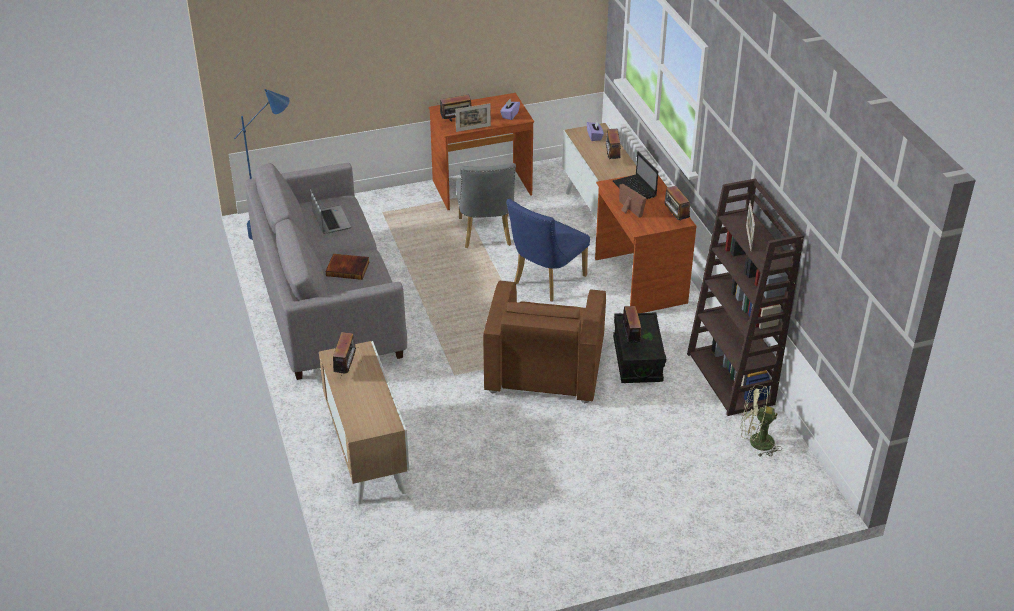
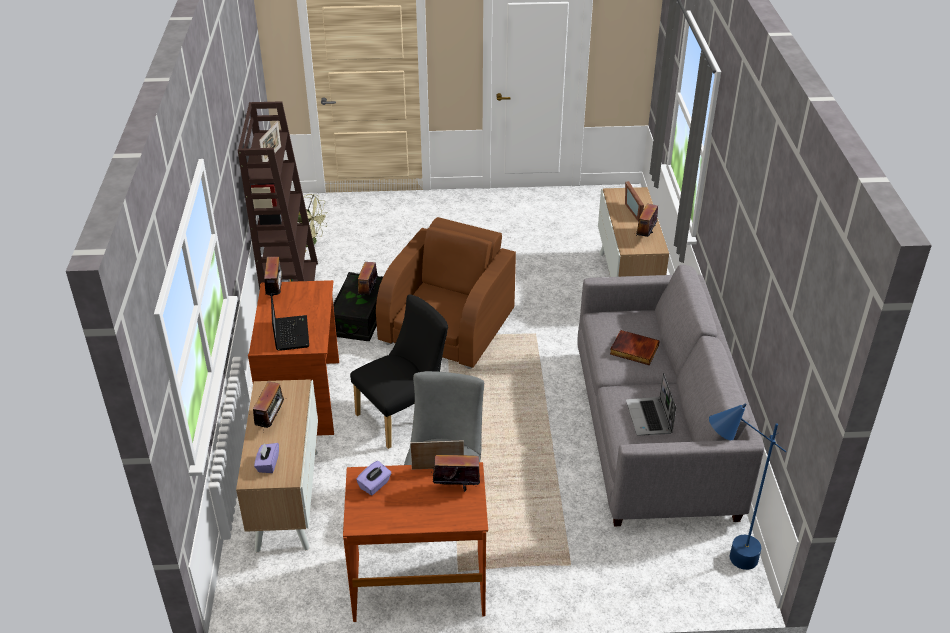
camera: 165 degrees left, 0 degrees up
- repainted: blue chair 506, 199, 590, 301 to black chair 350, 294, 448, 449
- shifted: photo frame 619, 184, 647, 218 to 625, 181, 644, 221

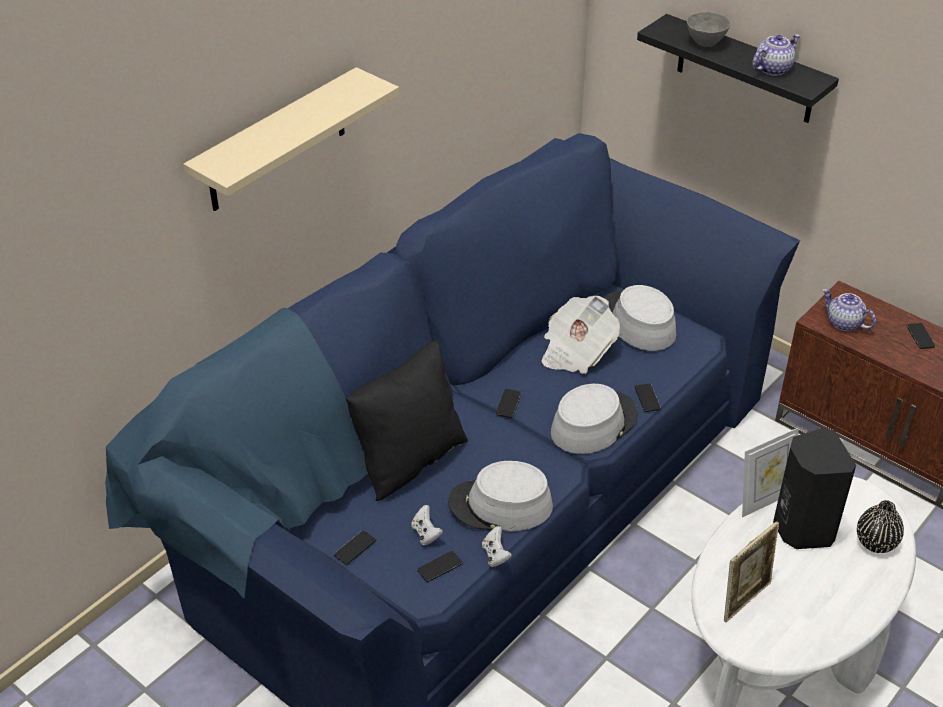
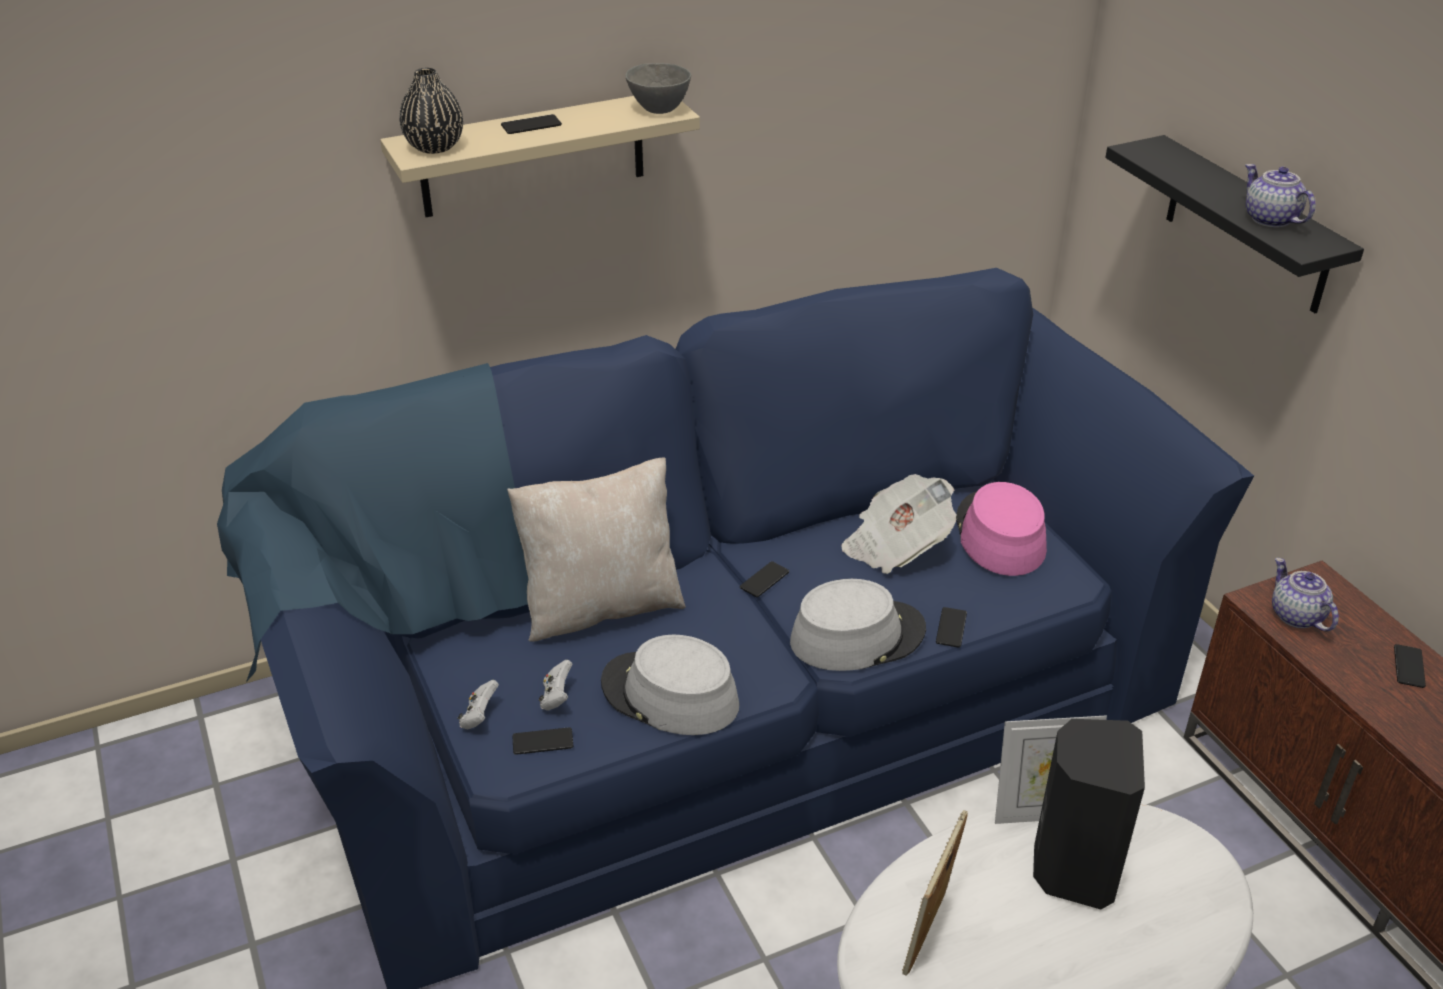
camera: 25 degrees right, 5 degrees down
- shifted: phone 334, 530, 376, 565 to 501, 114, 562, 134
- repainted: black cushion 346, 340, 468, 501 to beige cushion 507, 458, 686, 642
- shifted: whitish game controller 482, 526, 512, 567 to 458, 680, 499, 729
- repainted: greyish clothing hat 605, 285, 676, 351 to pinkish clothing hat 956, 482, 1047, 576
- shifted: greyish serving bowl 687, 12, 731, 47 to 625, 63, 691, 114
- rotated: photo frame 724, 521, 779, 622 = 902, 810, 968, 976 135 degrees clockwise
- rotated: teapot 752, 34, 800, 76 = 1245, 164, 1316, 228 105 degrees counterclockwise
- shifted: black flower vase 857, 500, 904, 553 to 399, 68, 463, 154

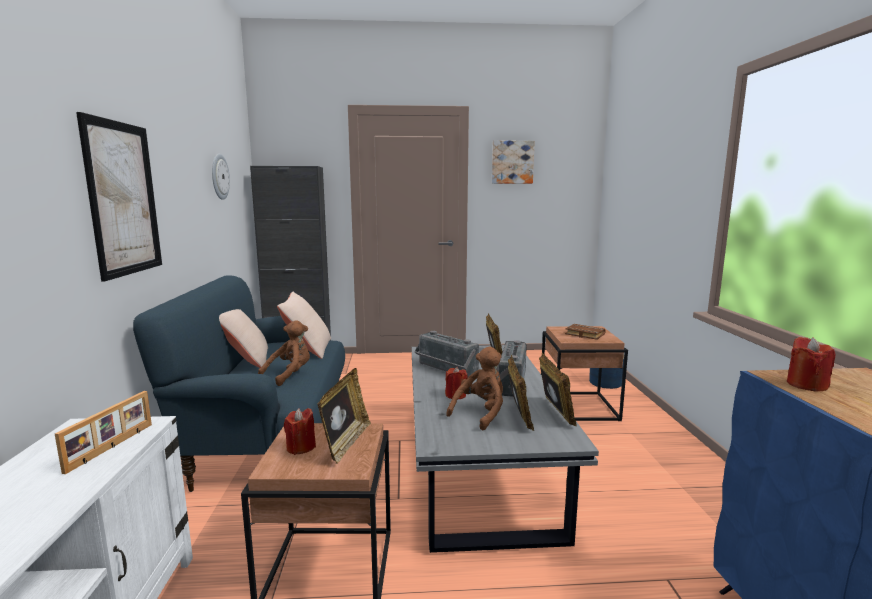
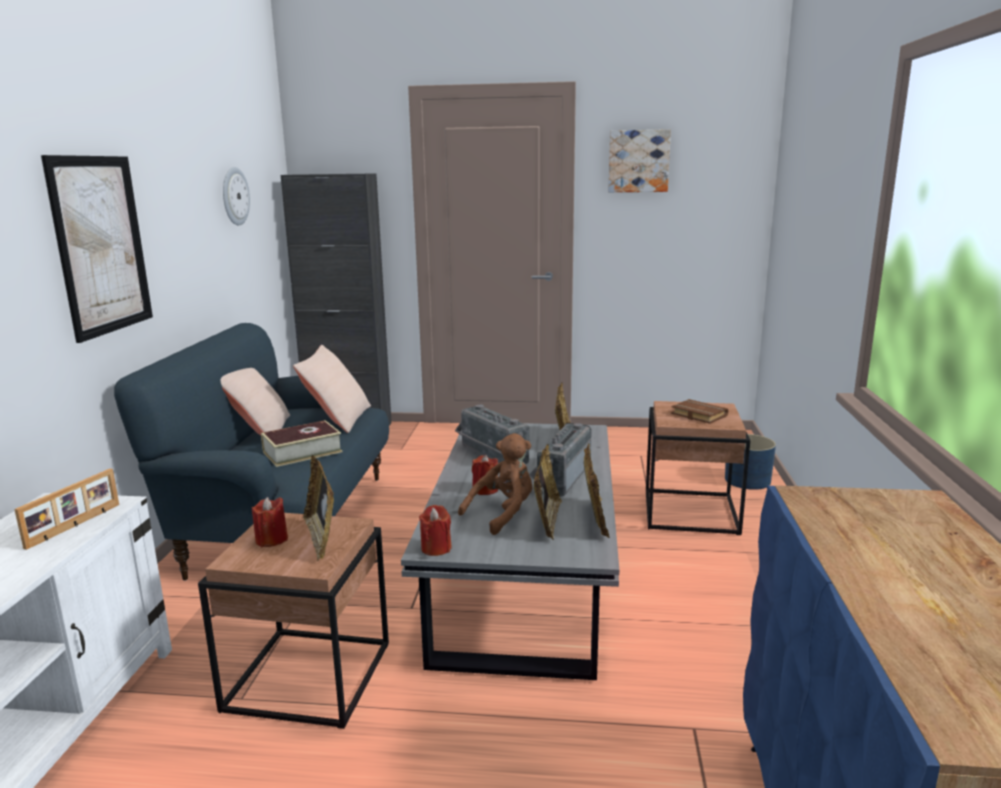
camera: 10 degrees right, 5 degrees up
- swapped: brownish plush toy 258, 321, 310, 386 to book 261, 420, 343, 467
- rotated: photo frame 318, 368, 371, 464 = 303, 455, 334, 562 135 degrees clockwise
- shifted: red-coloured candle 787, 337, 835, 391 to 419, 505, 452, 556

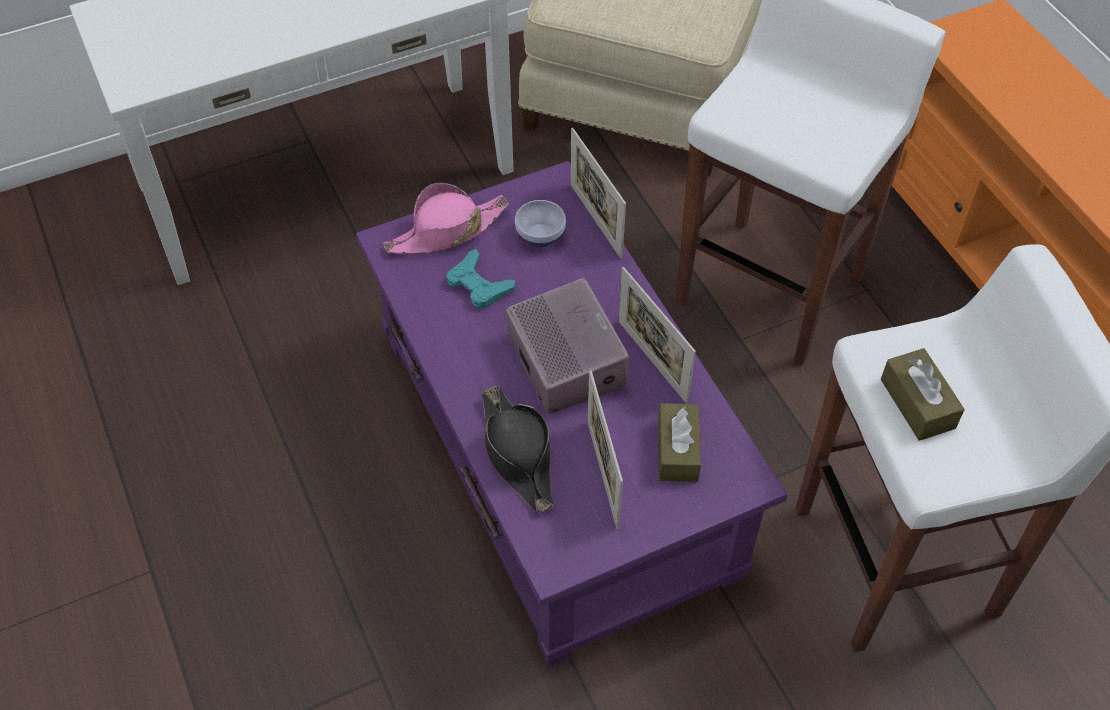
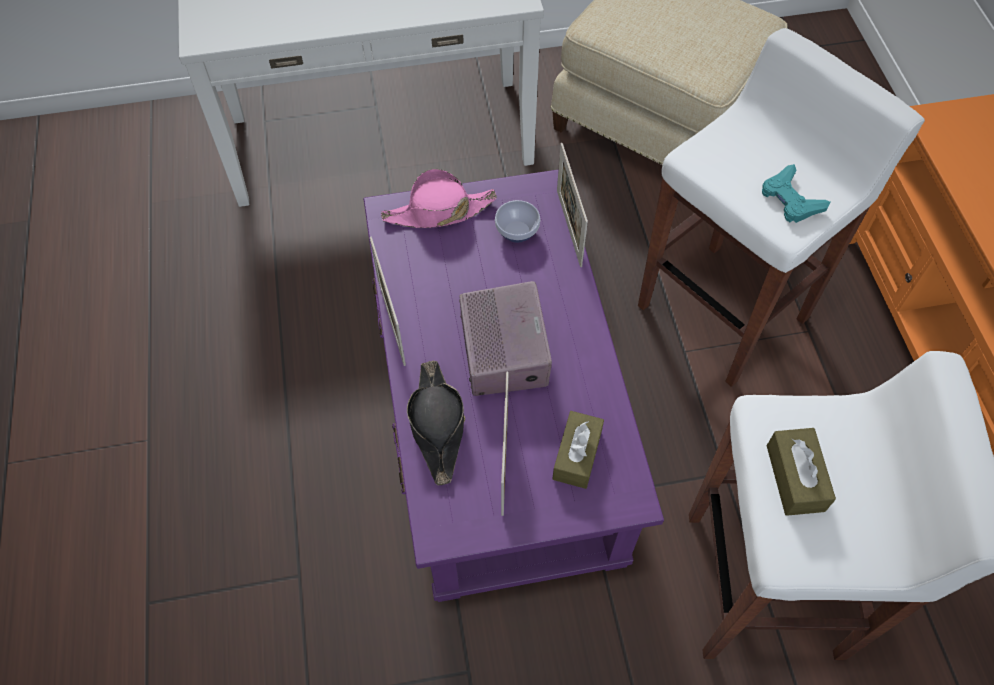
camera: 15 degrees right, 5 degrees up
- shifted: turquoise-coloured game controller 447, 249, 516, 309 to 762, 164, 830, 223
- shifted: photo frame 618, 267, 696, 404 to 370, 237, 406, 366

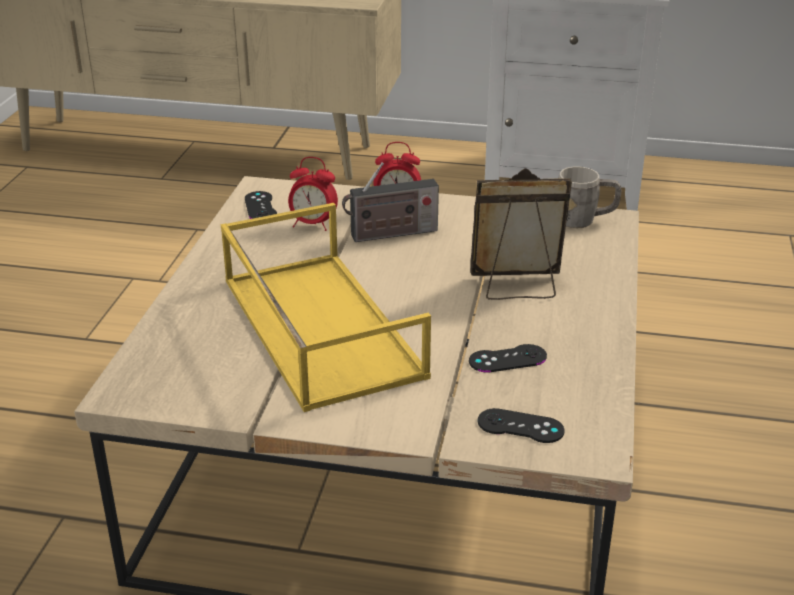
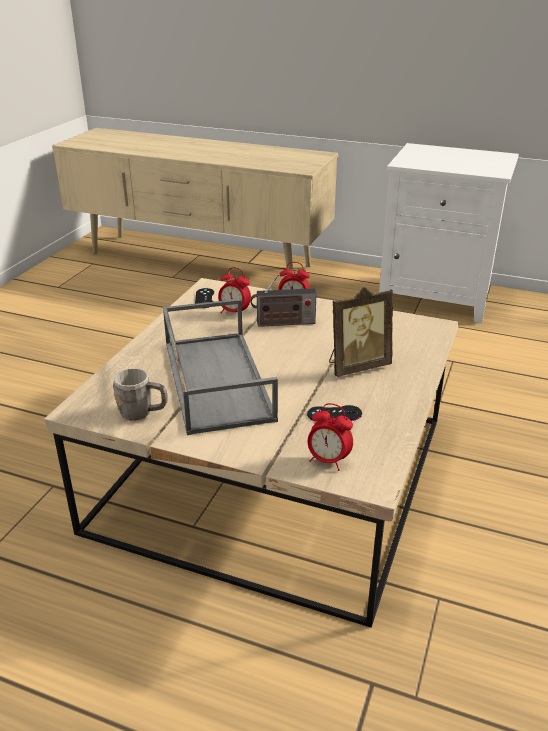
camera: 10 degrees right, 0 degrees up
- repainted: yellow carrying tray 221, 203, 431, 412 to greyish carrying tray 163, 299, 278, 435
- rotated: photo frame 470, 168, 572, 300 = 329, 287, 393, 377 150 degrees clockwise
- swapped: black game controller 477, 408, 564, 443 to table clock 308, 403, 353, 471
- shifted: greyish coffee mug 558, 166, 621, 228 to 113, 368, 168, 421

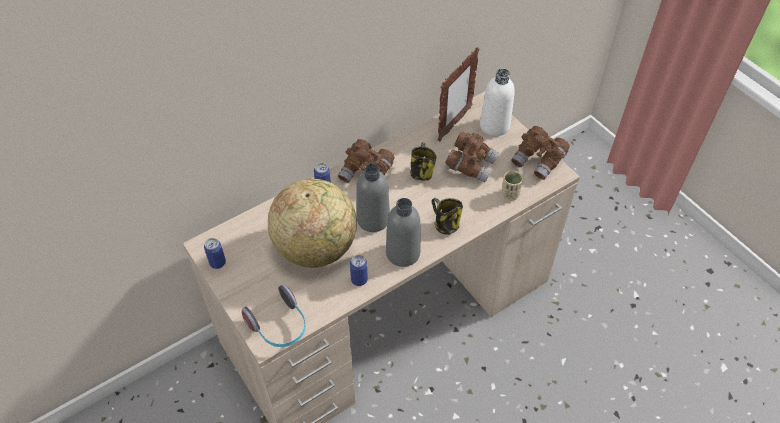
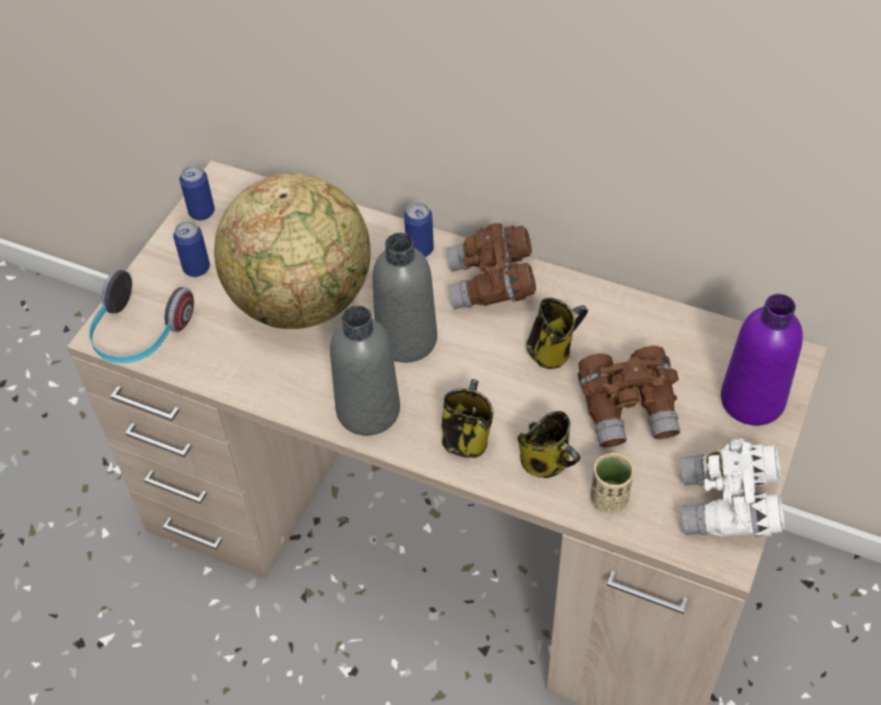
camera: 60 degrees right, 0 degrees up
- shifted: sealed can 350, 255, 368, 286 to 173, 221, 210, 277
- gone: photo frame 438, 47, 479, 141
- repainted: whitish bottle 480, 69, 515, 136 to purple bottle 721, 294, 803, 426
- repainted: brownish pair of binoculars 511, 126, 570, 180 to whitish pair of binoculars 681, 439, 785, 537
- new: coffee mug 518, 411, 580, 478

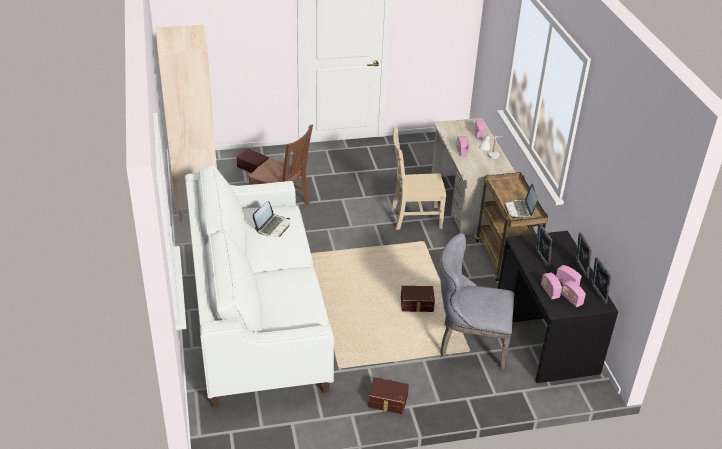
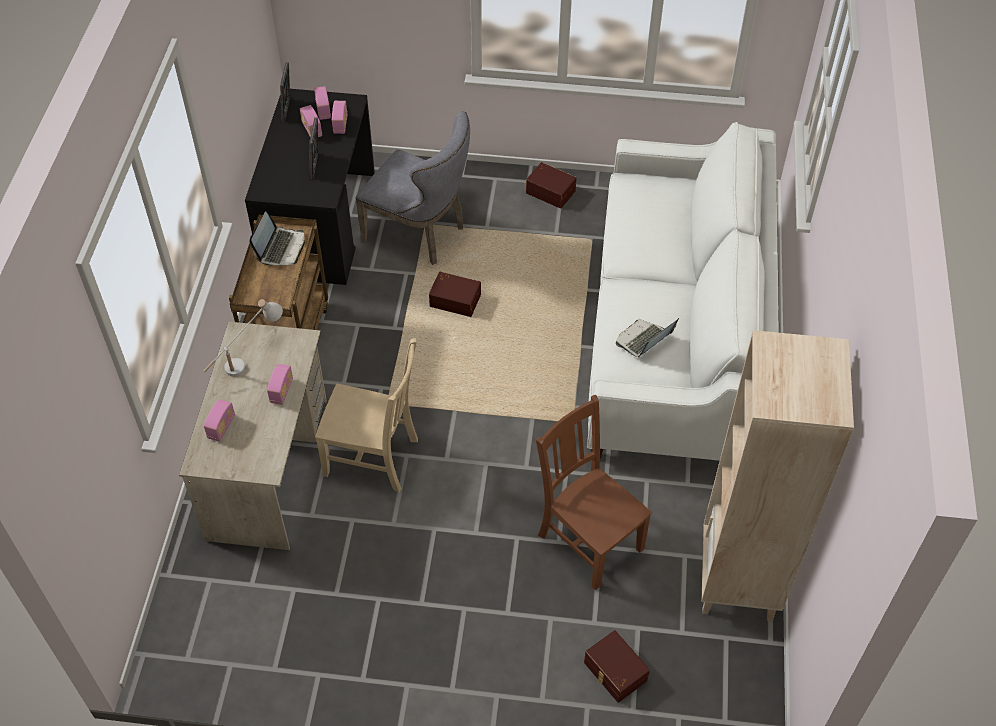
camera: 160 degrees left, 15 degrees up
- gone: photo frame 576, 232, 592, 278

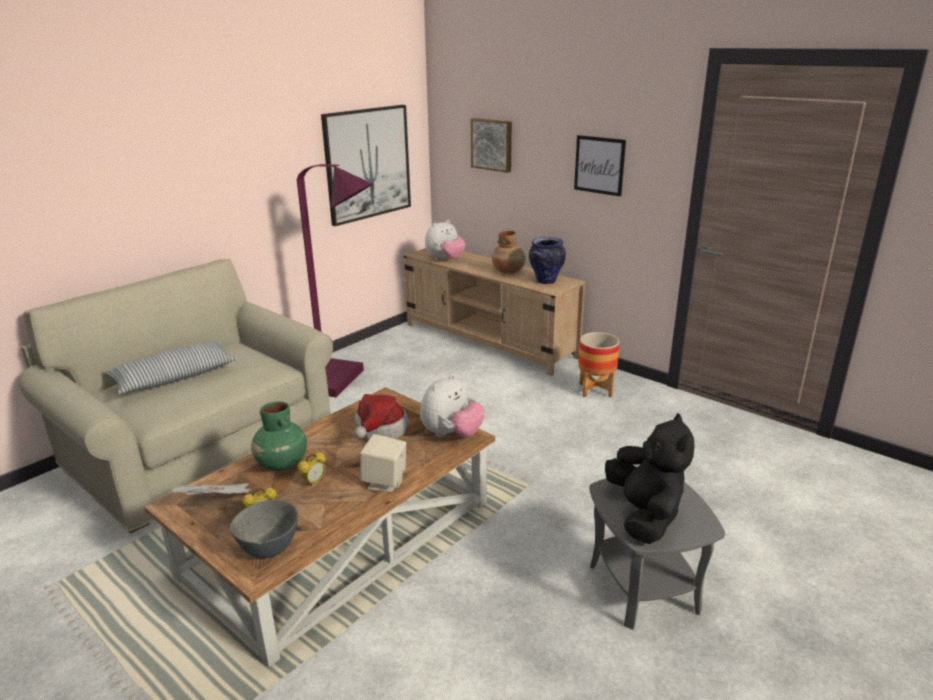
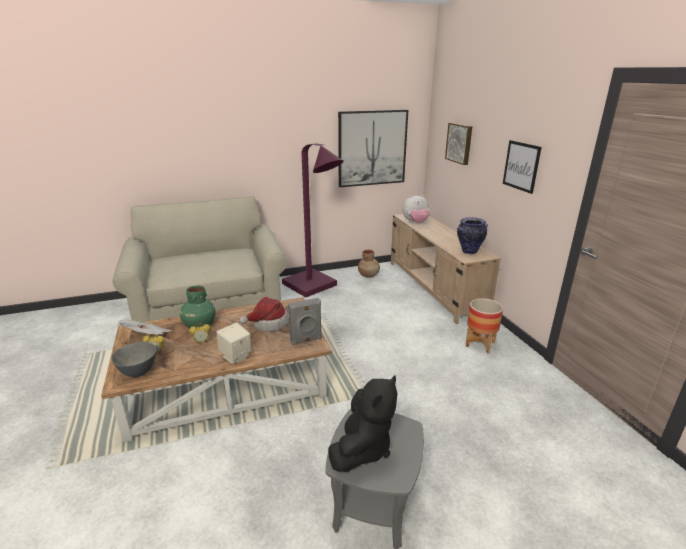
camera: 30 degrees right, 0 degrees up
- gone: cushion 105, 341, 237, 394
- swapped: plush toy 420, 374, 485, 437 to greyish audio speaker 288, 298, 322, 345
- shifted: brownish flower vase 492, 231, 526, 273 to 358, 250, 380, 278

